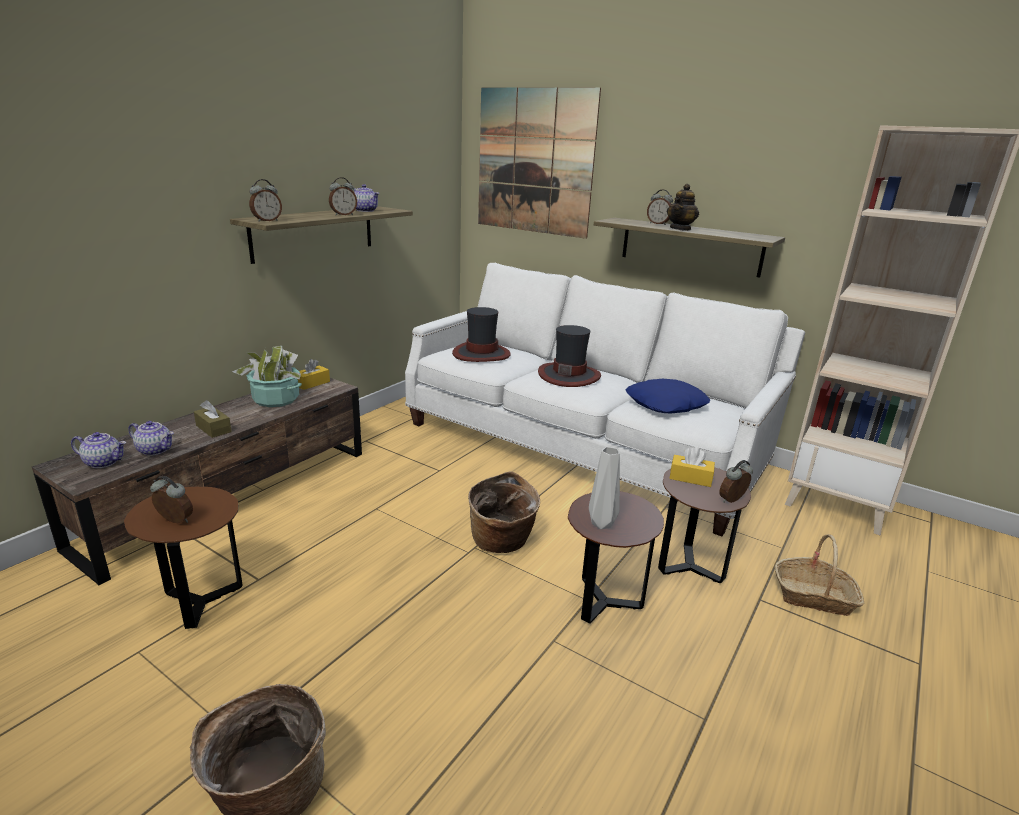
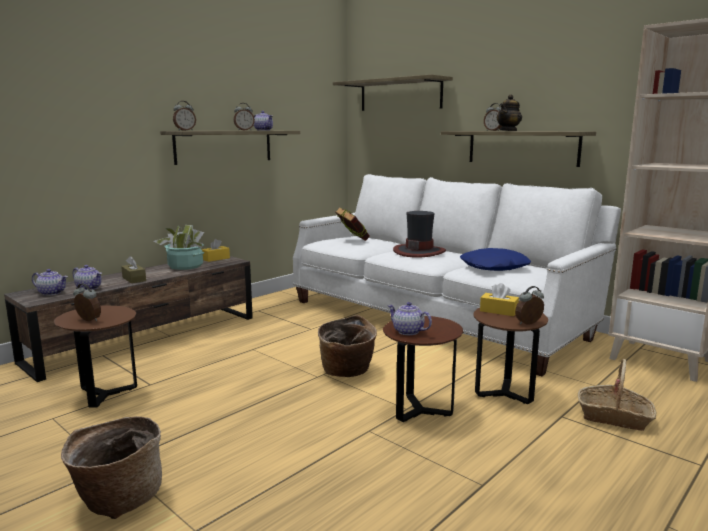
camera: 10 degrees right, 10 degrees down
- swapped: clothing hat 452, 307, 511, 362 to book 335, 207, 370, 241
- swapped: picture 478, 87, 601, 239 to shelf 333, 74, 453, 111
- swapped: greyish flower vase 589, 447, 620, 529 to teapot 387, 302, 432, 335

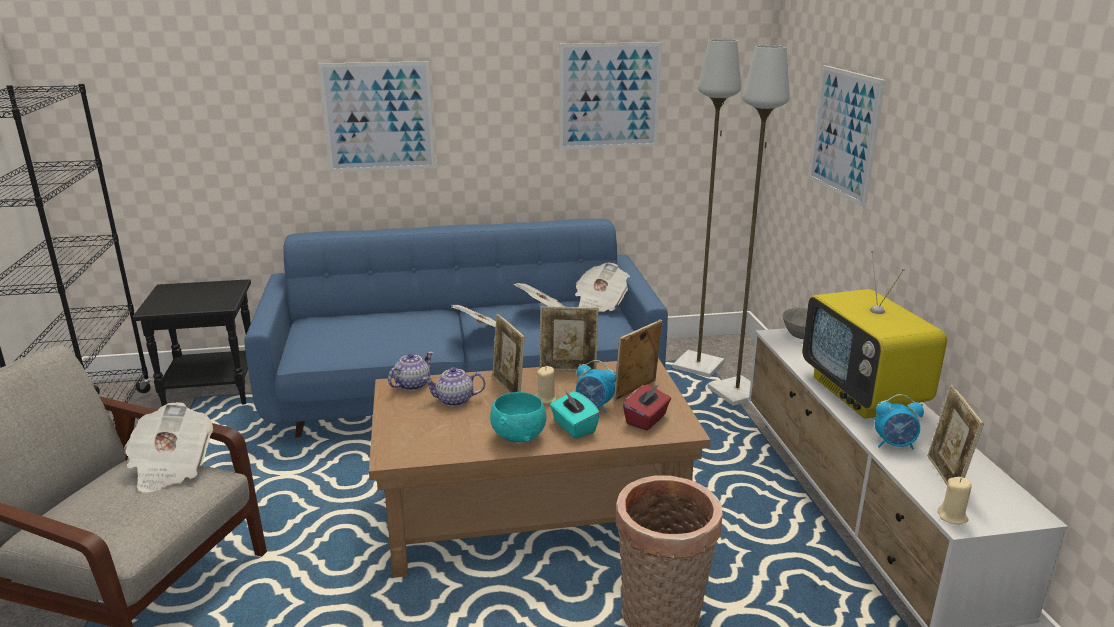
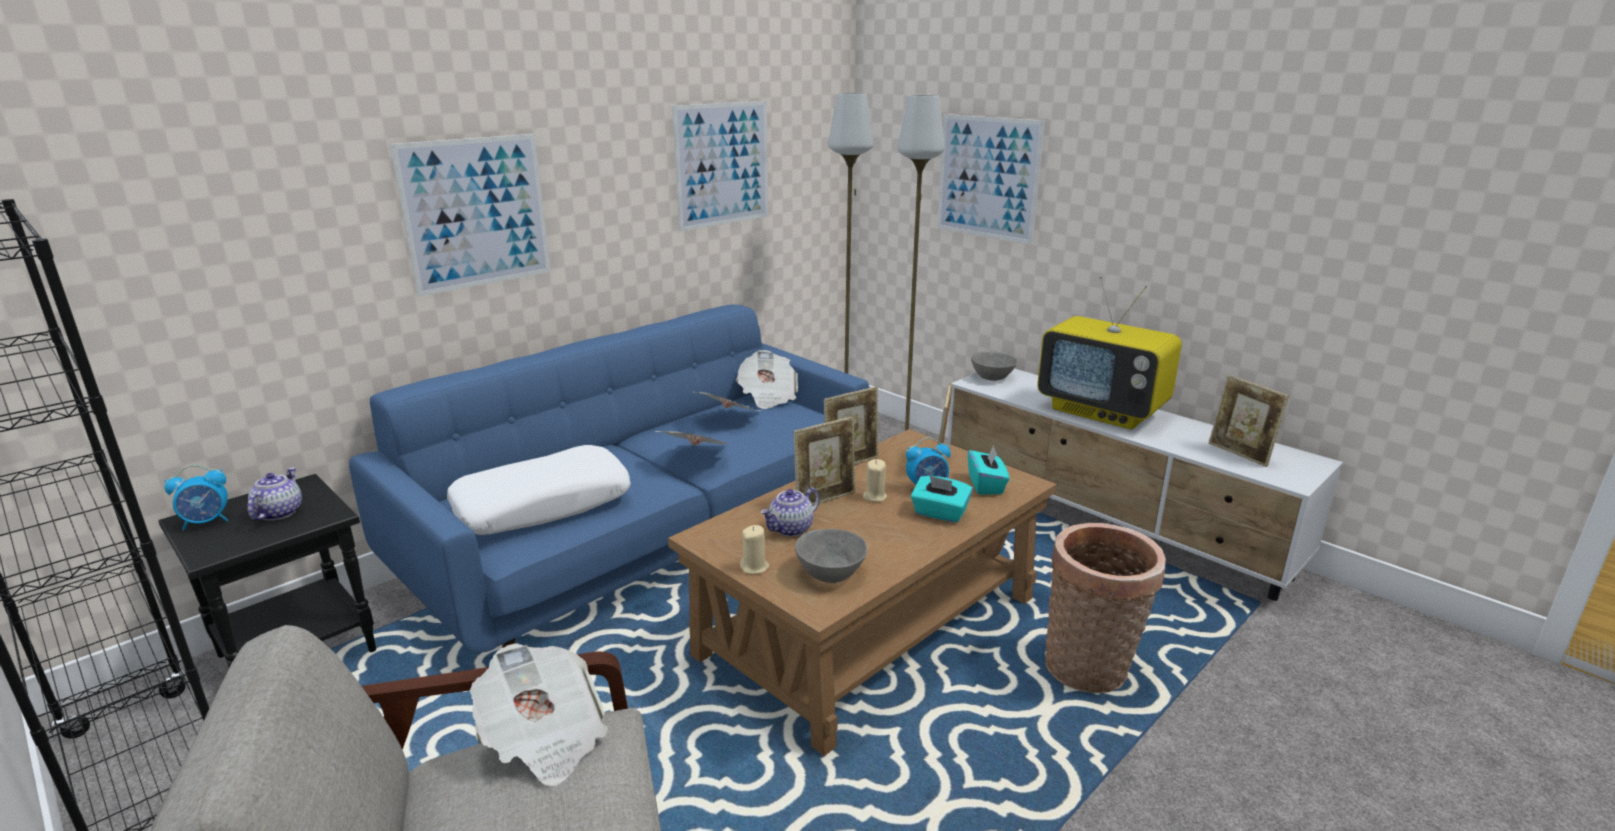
camera: 35 degrees left, 0 degrees up
- shifted: teapot 388, 352, 433, 391 to 247, 467, 302, 521
- gone: turquoise-coloured serving bowl 490, 392, 546, 442
- rotated: photo frame 492, 314, 525, 393 = 793, 416, 855, 506 60 degrees counterclockwise
- repainted: red-coloured tissue box 623, 384, 671, 430 to turquoise-coloured tissue box 968, 445, 1009, 494
- shifted: table clock 875, 394, 924, 450 to 165, 465, 228, 531
- shifted: beige candle 938, 477, 972, 524 to 740, 525, 769, 574
- new: whitish cushion 447, 445, 631, 535
- new: greyish serving bowl 795, 529, 867, 583

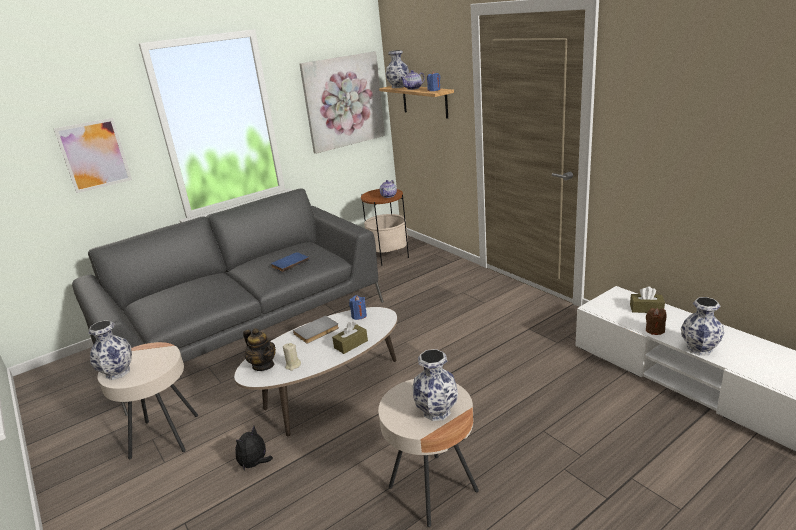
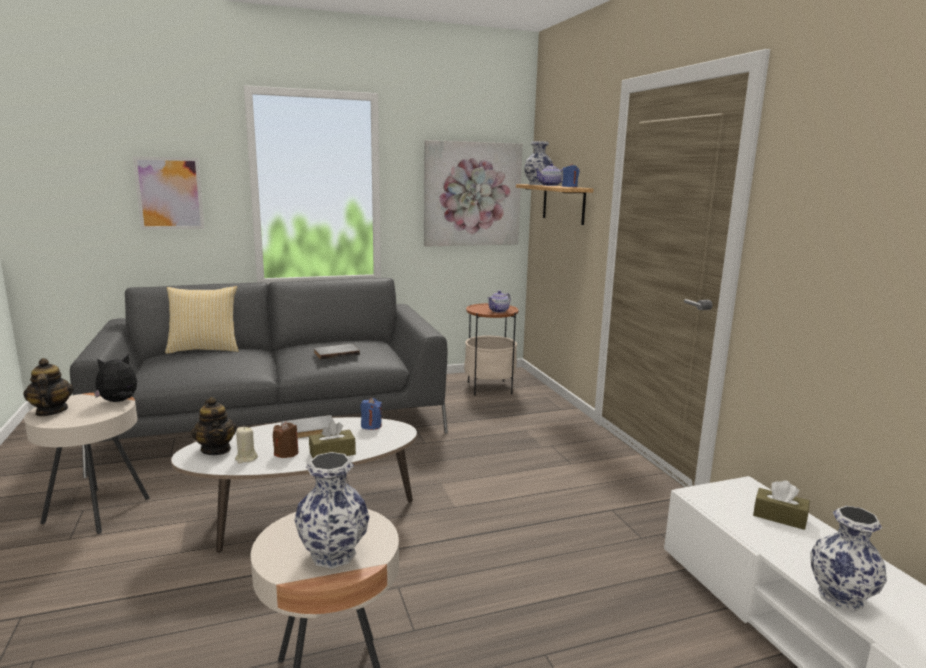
camera: 15 degrees right, 10 degrees down
- swapped: flower vase 88, 320, 132, 380 to teapot 23, 358, 73, 416
- shifted: plush toy 235, 426, 273, 471 to 94, 355, 137, 402
- repainted: blue book 271, 252, 310, 272 to greyish book 314, 344, 360, 360
- shifted: brownish candle 646, 308, 666, 335 to 273, 422, 299, 458
- new: cushion 165, 286, 238, 354

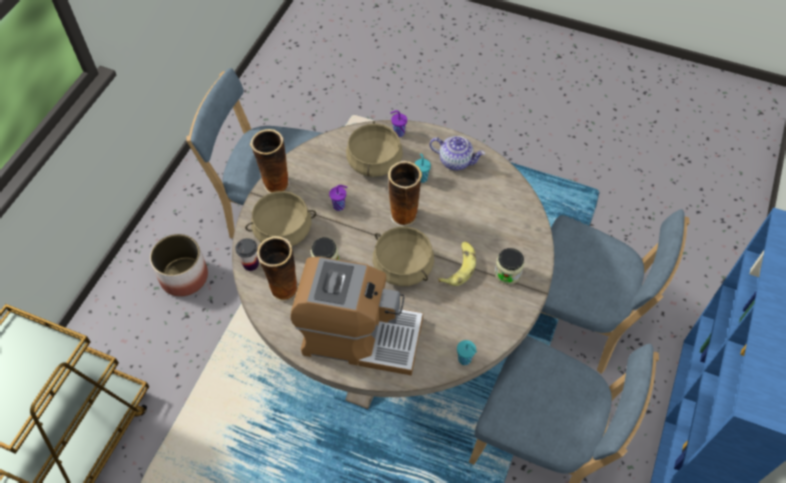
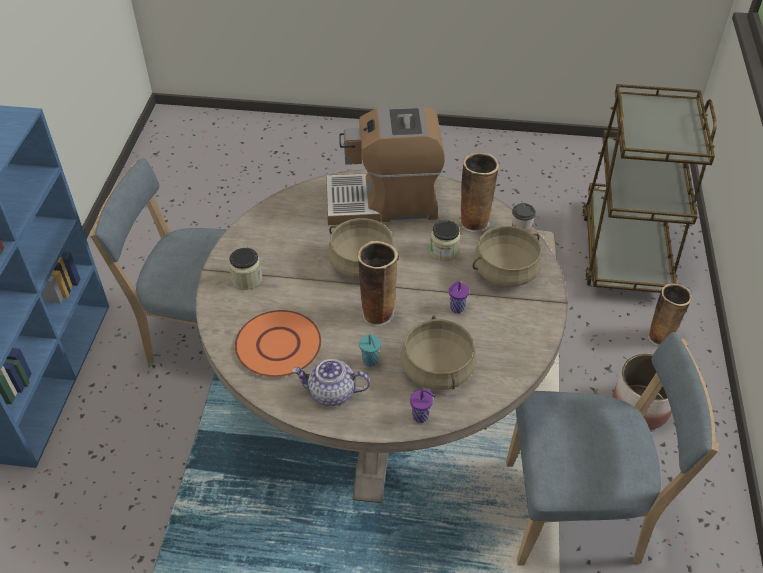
camera: 165 degrees right, 10 degrees down
- shifted: flower vase 250, 129, 290, 193 to 648, 283, 692, 345
- gone: banana 438, 241, 476, 286
- gone: turquoise-coloured cup 457, 340, 477, 365
- gone: blue chair 541, 209, 690, 374
- new: orange-coloured flat dish 235, 310, 322, 377

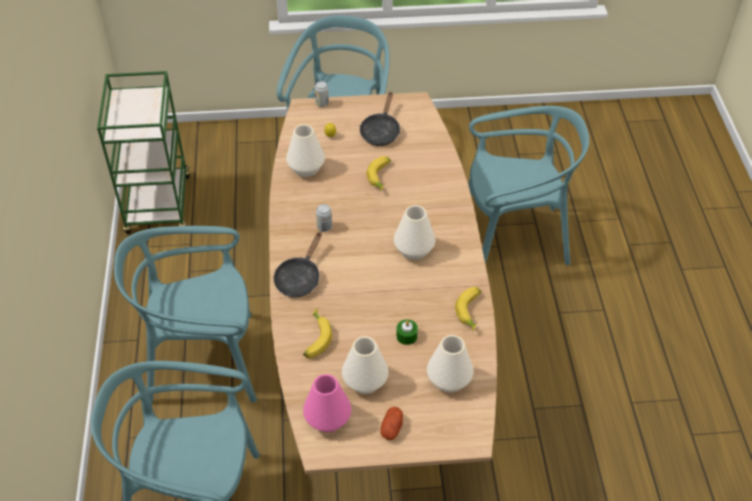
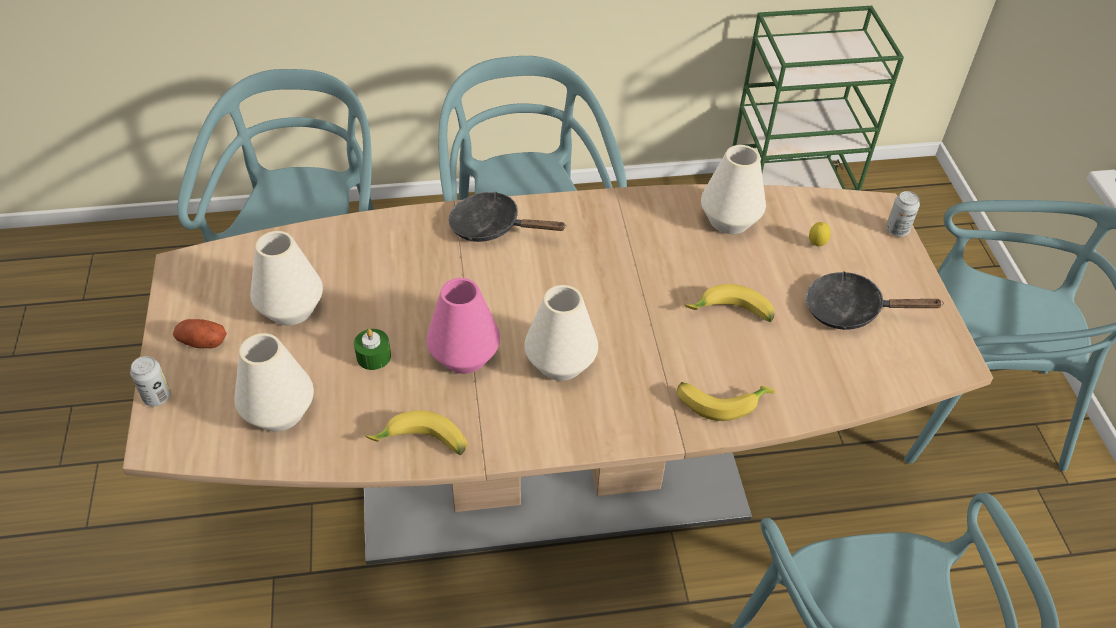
camera: 85 degrees right, 0 degrees up
- shifted: banana 303, 308, 332, 358 to 677, 382, 775, 421
- shifted: pinkish flower vase 303, 374, 351, 432 to 426, 278, 500, 374
- shifted: sealed can 316, 204, 332, 232 to 130, 356, 171, 406

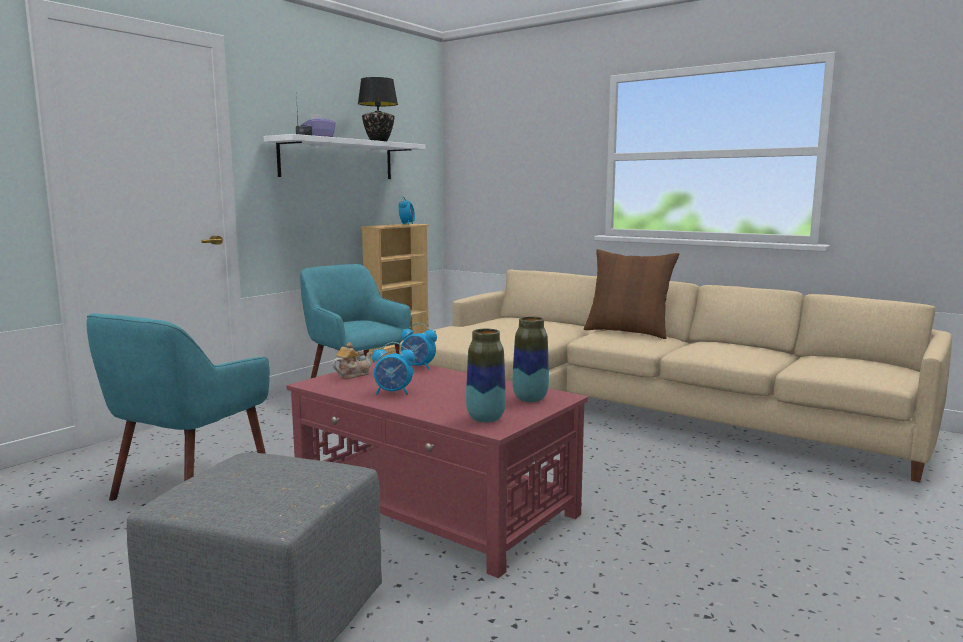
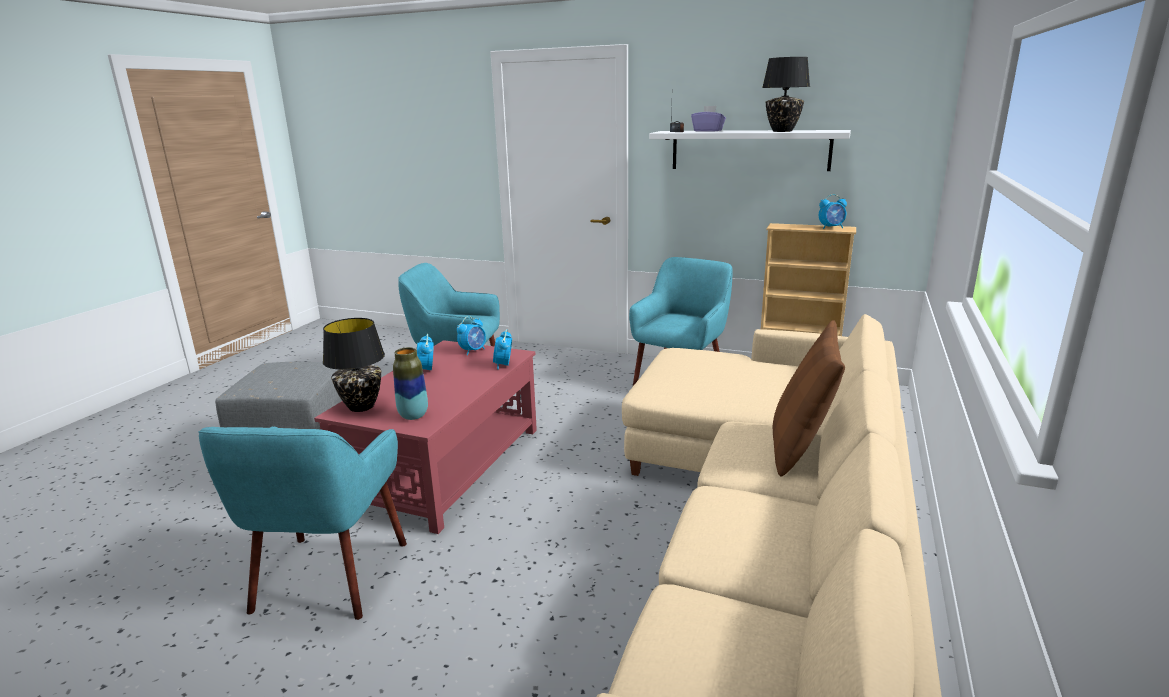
camera: 75 degrees right, 10 degrees up
- swapped: teapot 332, 342, 373, 379 to table clock 457, 316, 486, 355
- swapped: flower vase 466, 329, 506, 423 to black lamp for a table 323, 318, 385, 412
- new: turquoise-coloured easy chair 198, 427, 407, 620

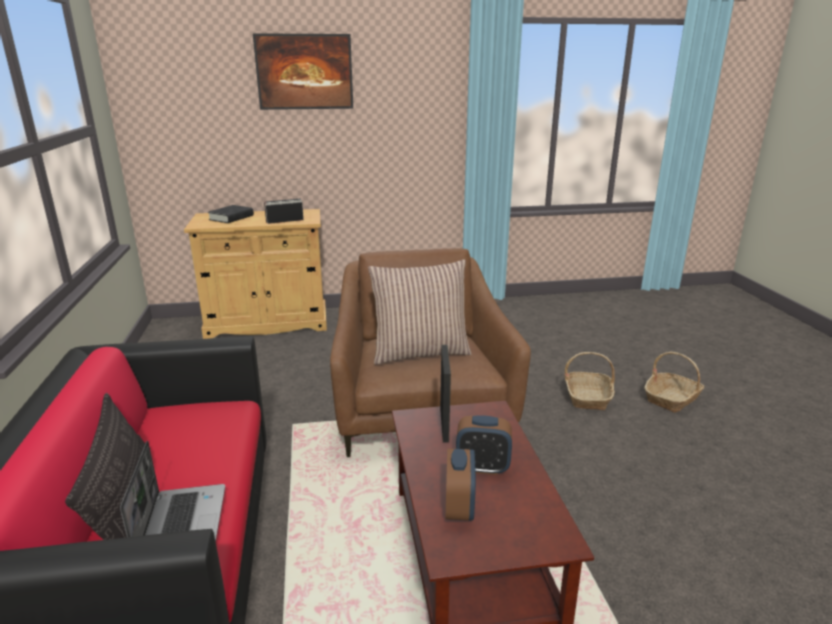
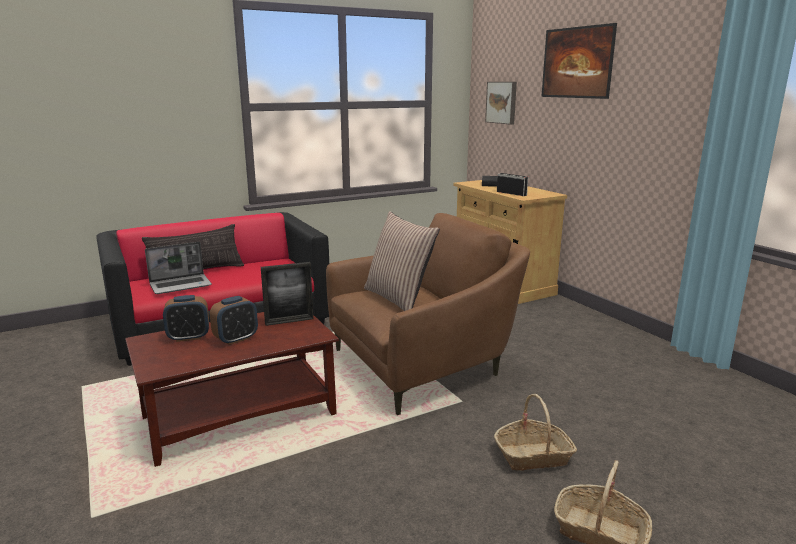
camera: 70 degrees right, 5 degrees down
- rotated: table clock 456, 415, 512, 475 = 210, 296, 258, 345 120 degrees counterclockwise
- new: picture 485, 82, 517, 125

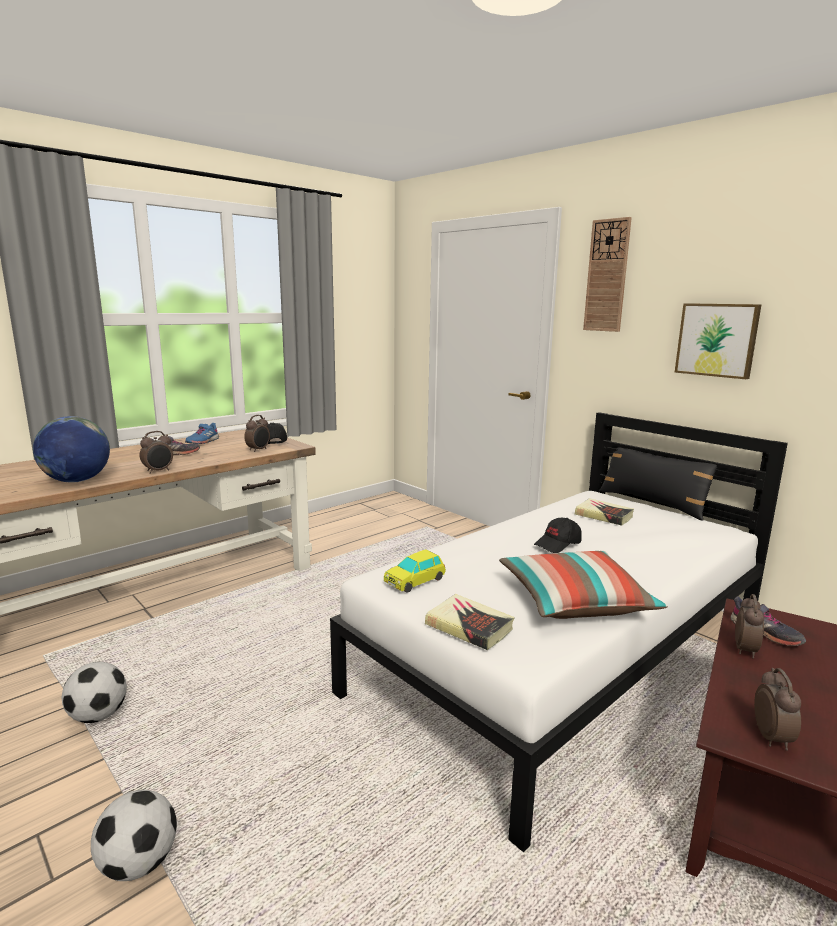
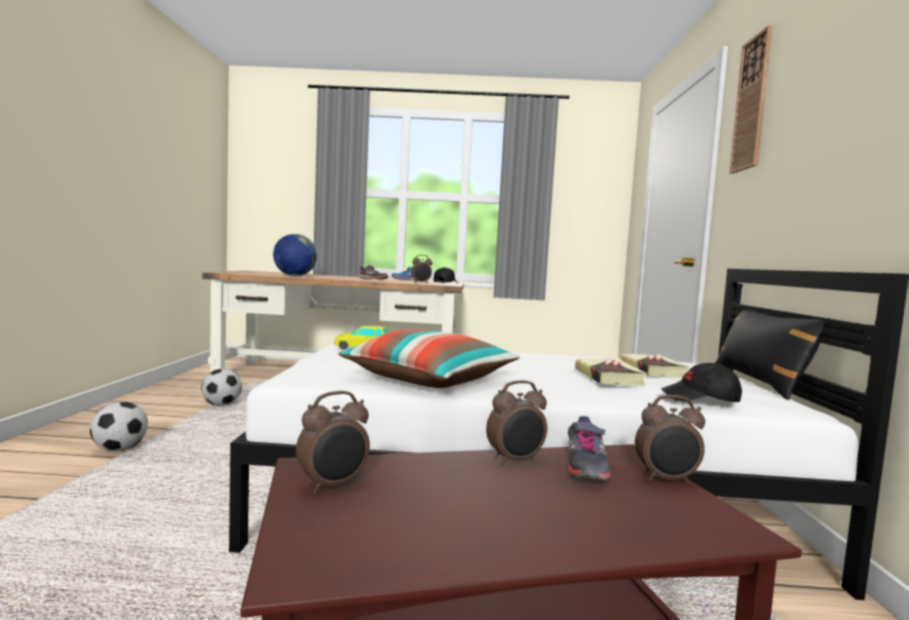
camera: 45 degrees right, 10 degrees down
- shifted: table clock 140, 431, 173, 474 to 635, 395, 705, 484
- shifted: book 425, 594, 514, 650 to 575, 358, 647, 386
- shifted: black peaked cap 534, 518, 582, 553 to 661, 363, 742, 402
- gone: picture 675, 303, 761, 379

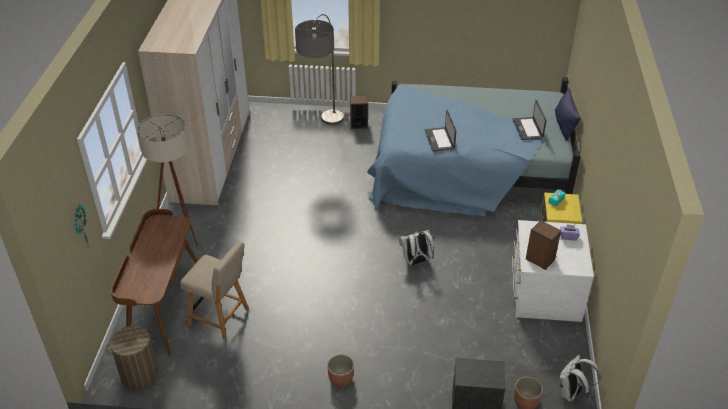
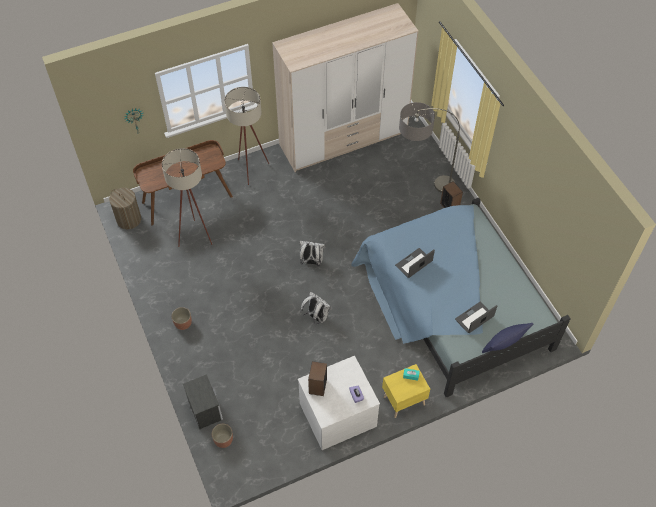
camera: 60 degrees right, 15 degrees up
- swapped: beige chair 180, 241, 249, 340 to beige standing lamp 162, 148, 212, 247
- shifted: whitish backpack 559, 354, 600, 403 to 299, 241, 325, 266

